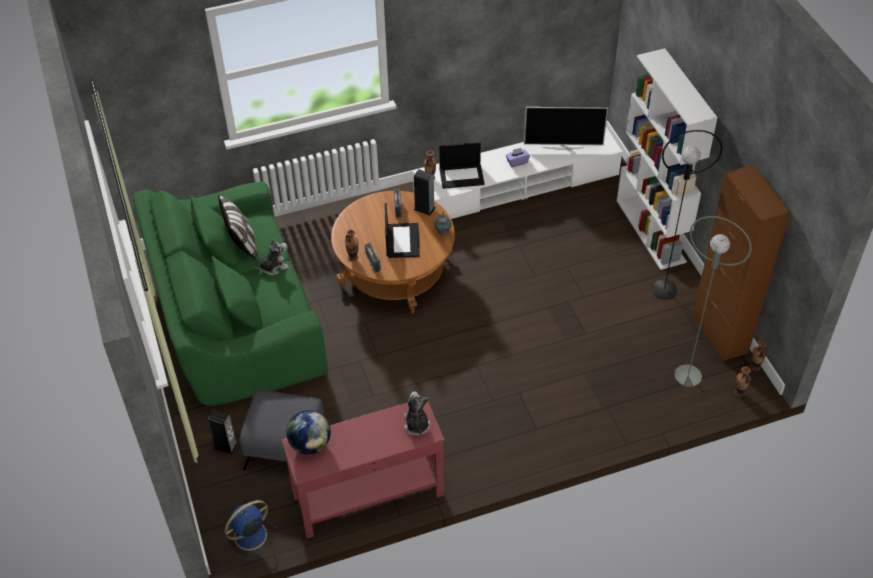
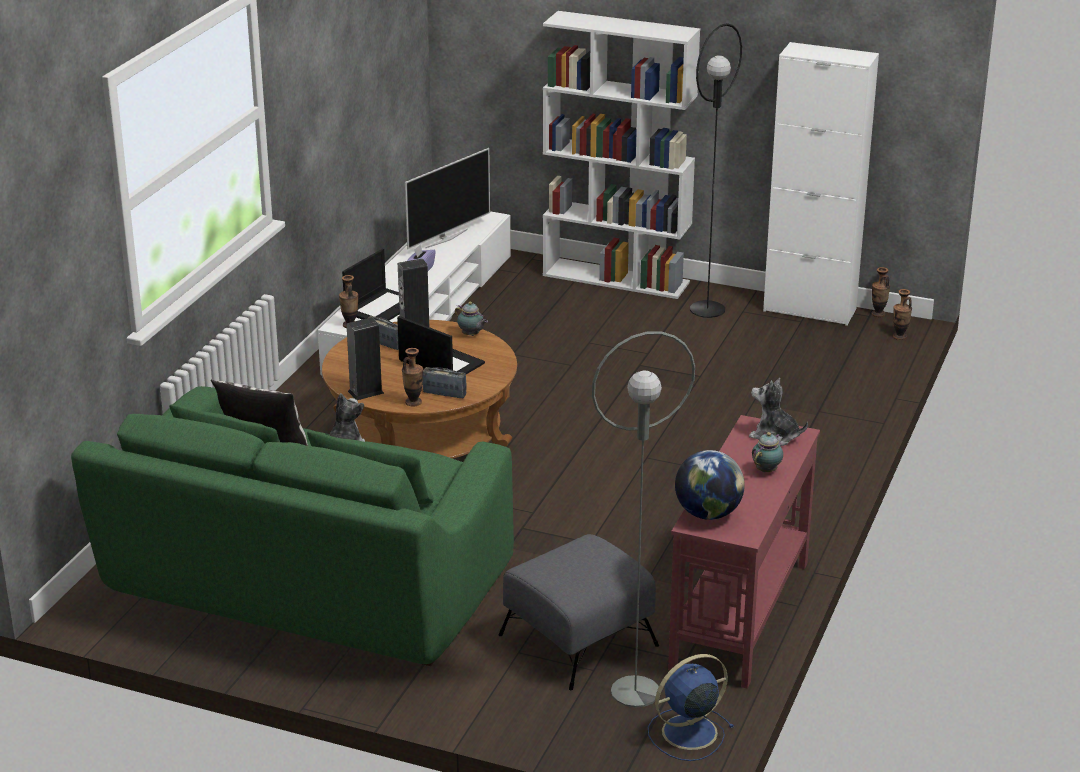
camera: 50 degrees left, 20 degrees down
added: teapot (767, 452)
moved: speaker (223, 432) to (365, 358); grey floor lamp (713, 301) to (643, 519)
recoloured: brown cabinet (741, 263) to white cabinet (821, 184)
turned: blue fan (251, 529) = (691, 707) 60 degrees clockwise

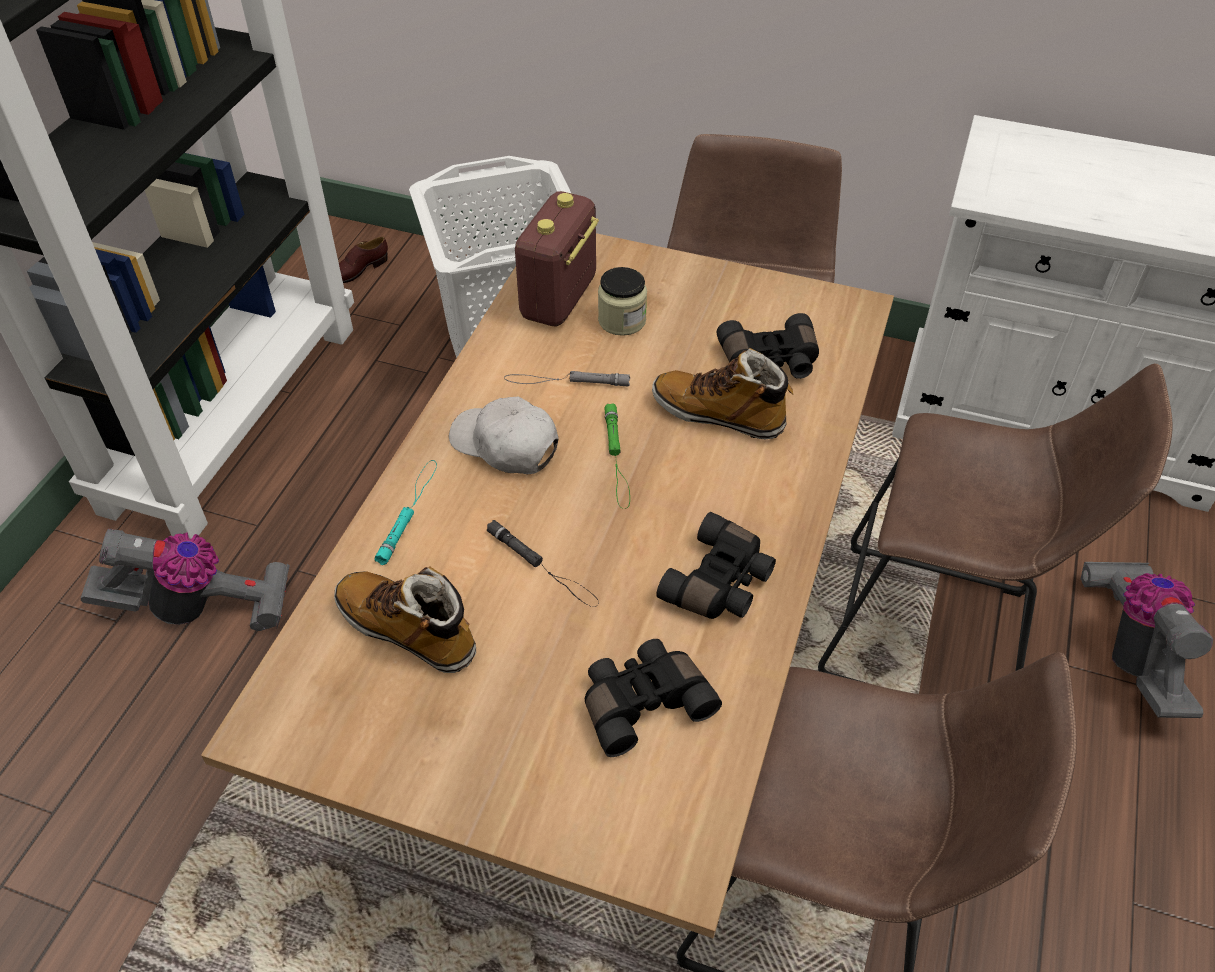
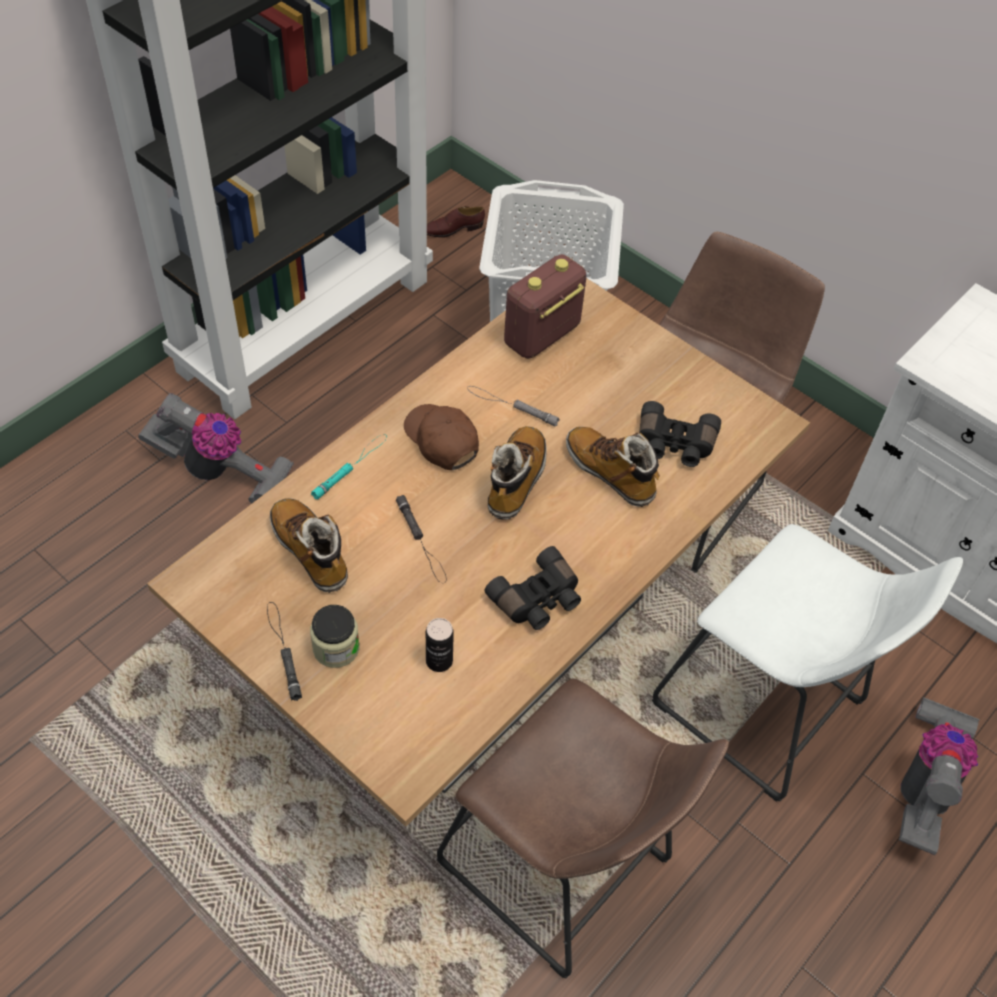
camera: 20 degrees right, 5 degrees up
added: black flashlight (284, 651)
moved: jar (622, 301) to (334, 636)
replaced: black binoculars (653, 698) to can (440, 645); green flashlight (617, 456) to boot (517, 473)
recoloured: white cap (504, 435) to brown cap (441, 437); brown stool (995, 524) to white stool (807, 663)

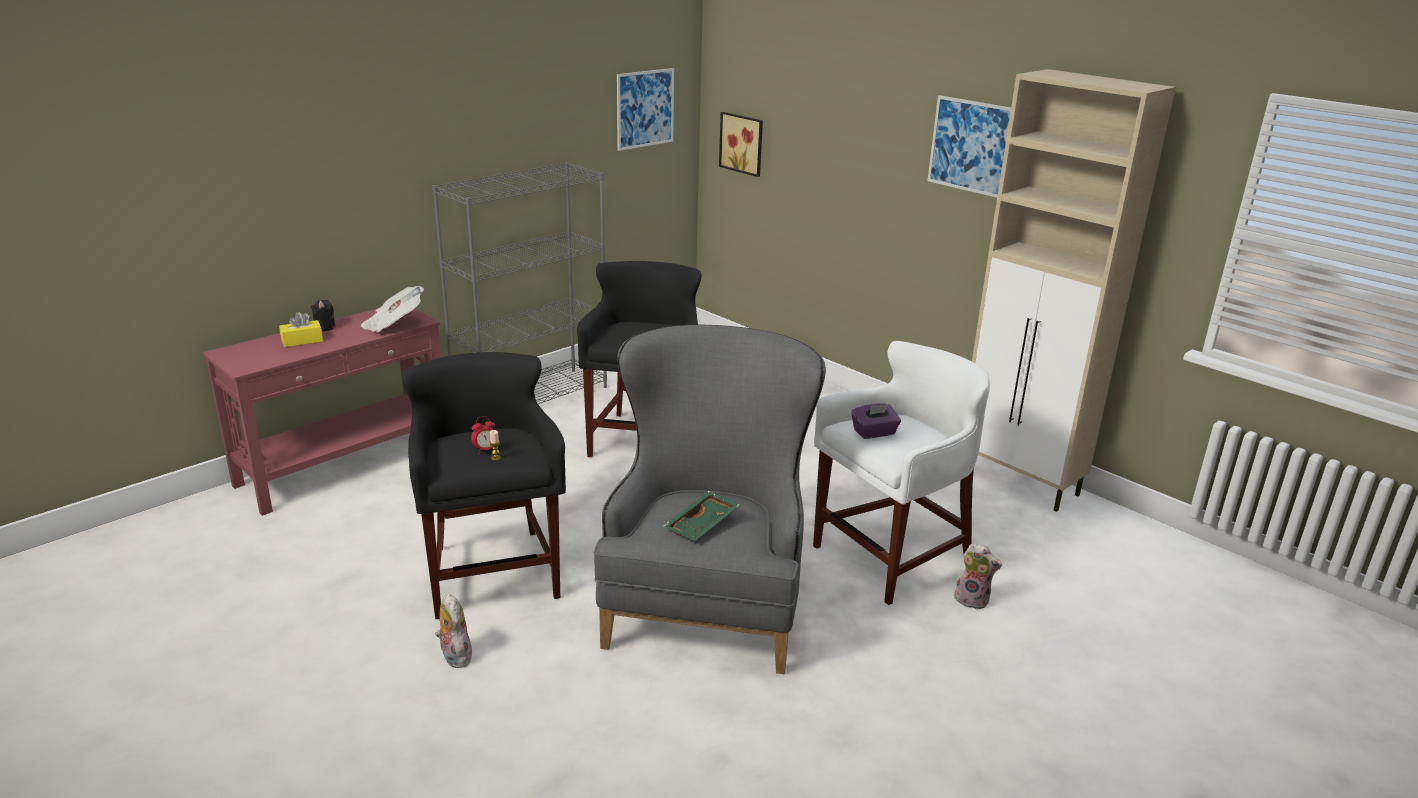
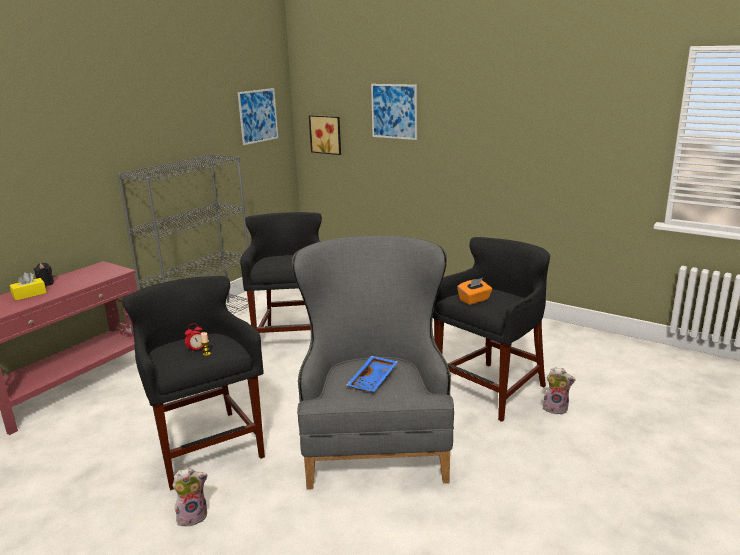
camera: 10 degrees left, 5 degrees down
removed: newspaper (392, 309); beige cabinet (1074, 290)
moved: picture (969, 146) to (394, 112)
recoloured: green tray (702, 516) to blue tray (372, 374); white stool (901, 473) to black stool (491, 329); purple tissue box (876, 421) to orange tissue box (474, 291)
turned: plush toy (453, 631) = (190, 497) 105 degrees clockwise

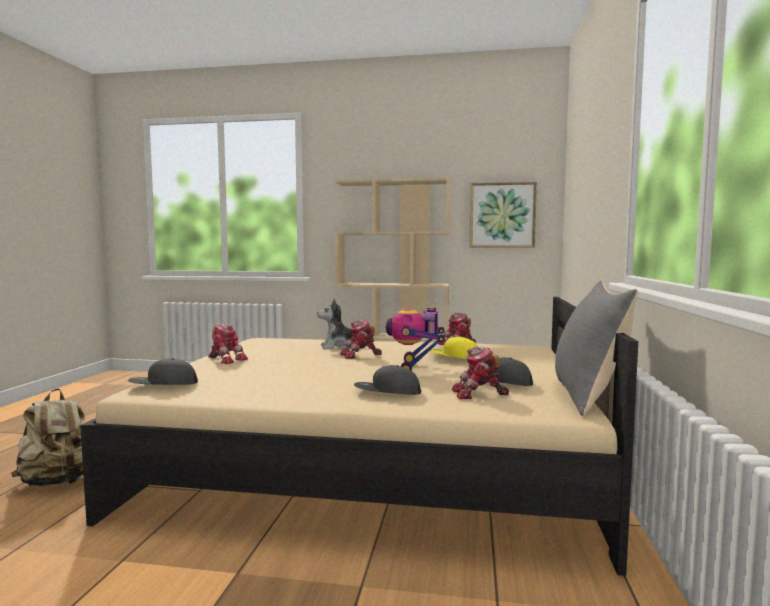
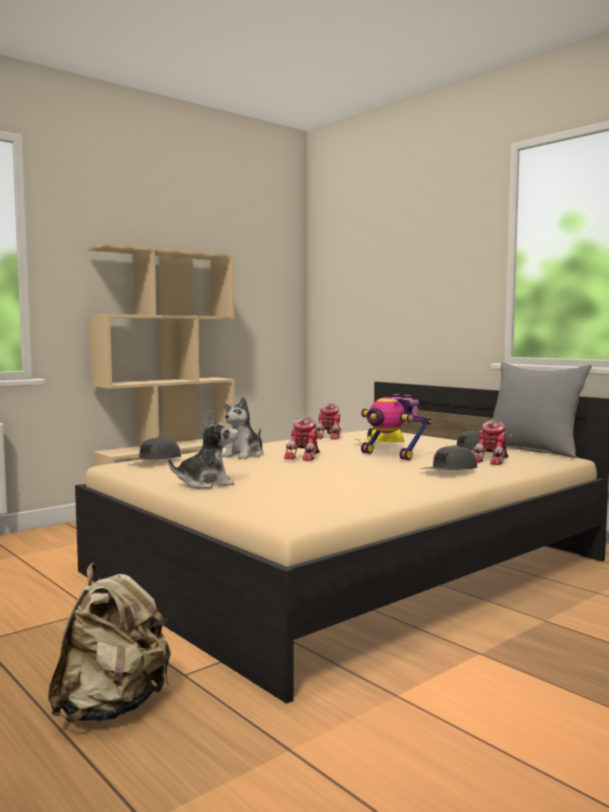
camera: 50 degrees left, 0 degrees up
removed: picture (503, 215)
moved: grey cap (163, 371) to (155, 448)
replaced: toy robot (228, 343) to plush toy (203, 450)

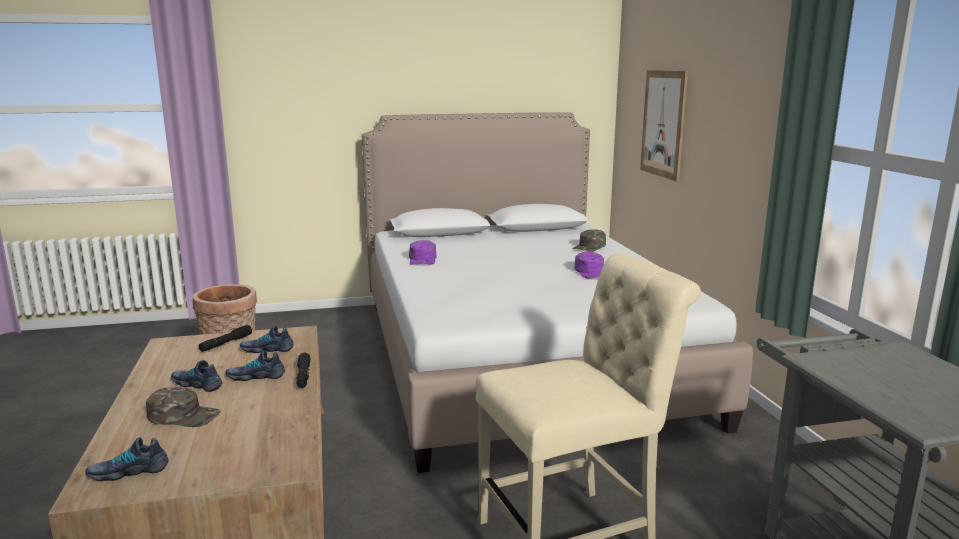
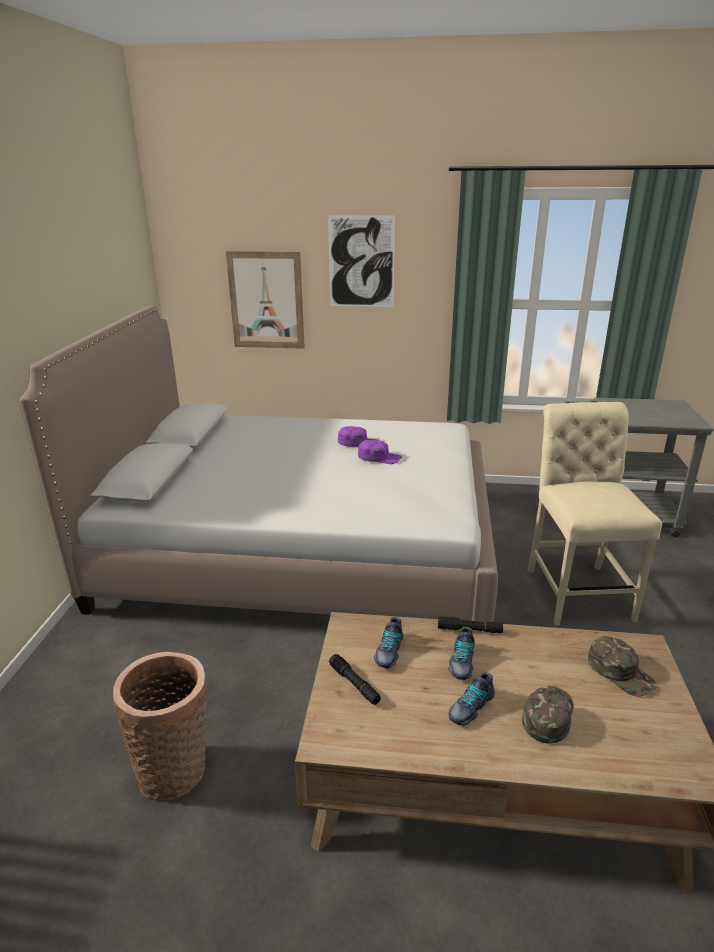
camera: 70 degrees left, 10 degrees up
removed: shoe (127, 459)
added: picture (361, 261)
moved: purple cap (423, 252) to (380, 452); green cap (589, 240) to (622, 666)

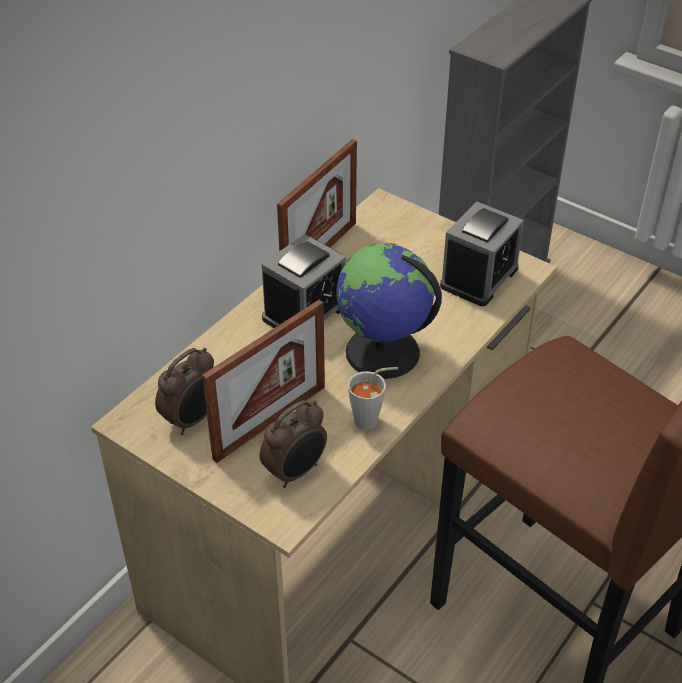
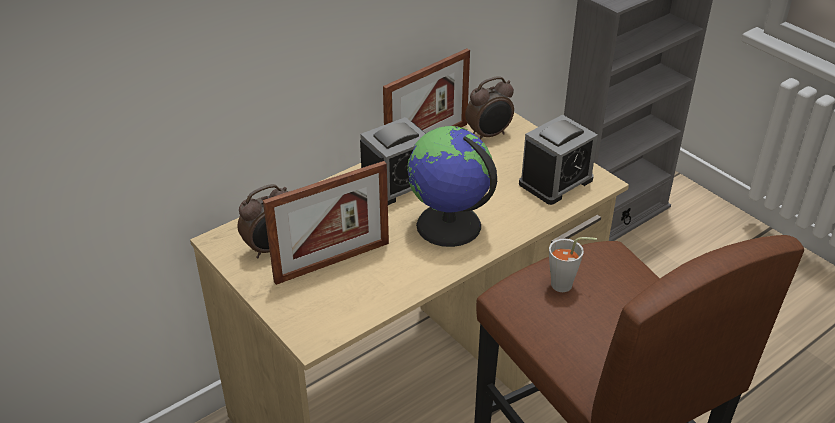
camera: 15 degrees right, 5 degrees down
moved: alarm clock (293, 444) to (489, 107); grey cup (373, 398) to (573, 264)

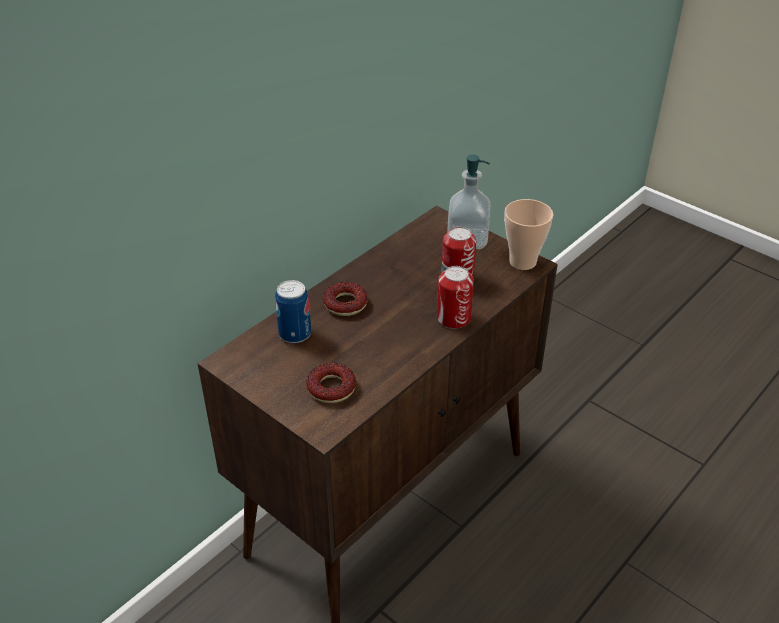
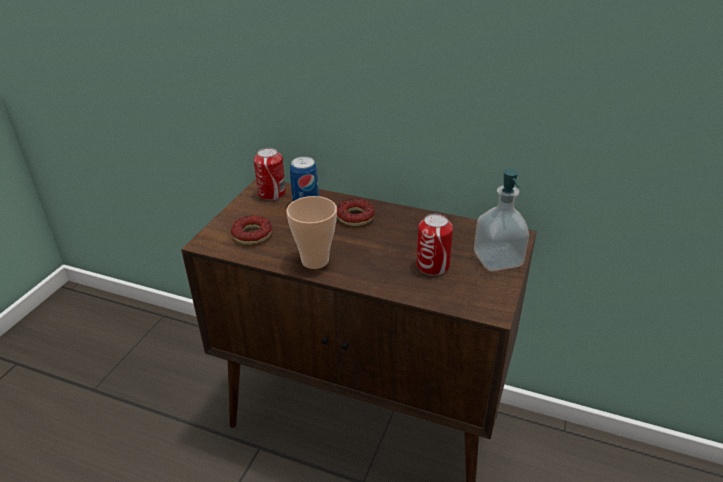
camera: 70 degrees right, 5 degrees down
moved: can (455, 297) to (270, 174); cup (528, 234) to (311, 232)

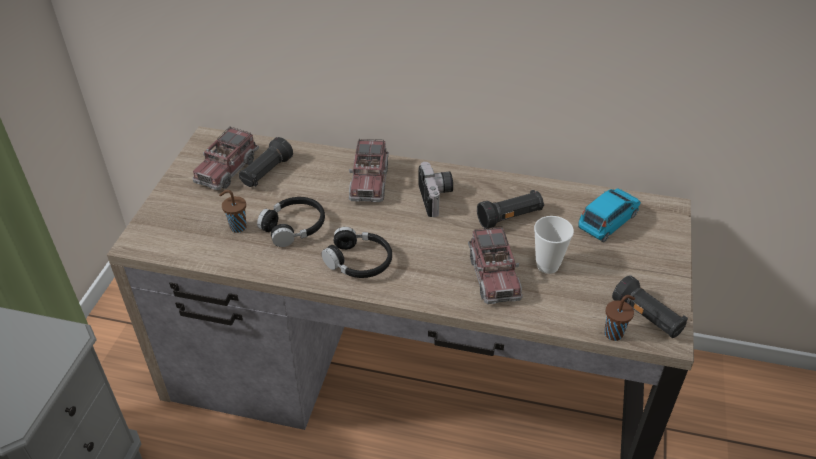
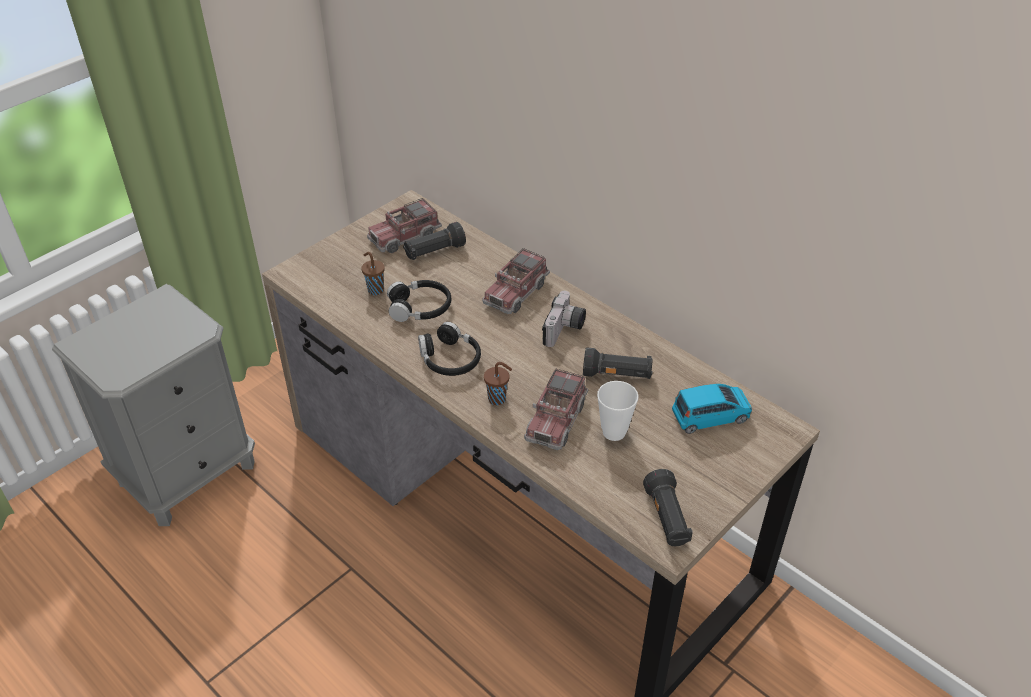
camera: 30 degrees right, 0 degrees up
moved: brown cup (619, 318) to (498, 383)

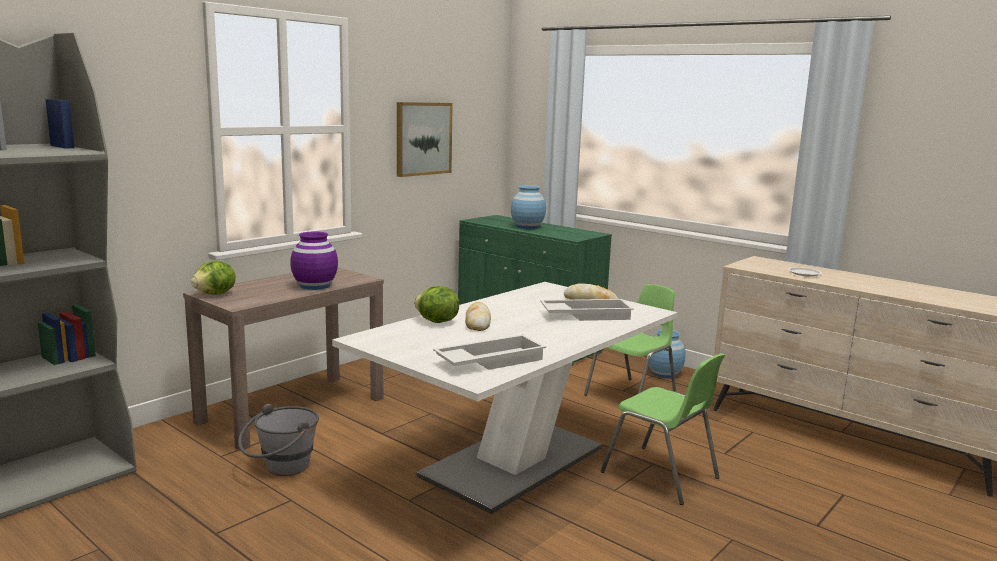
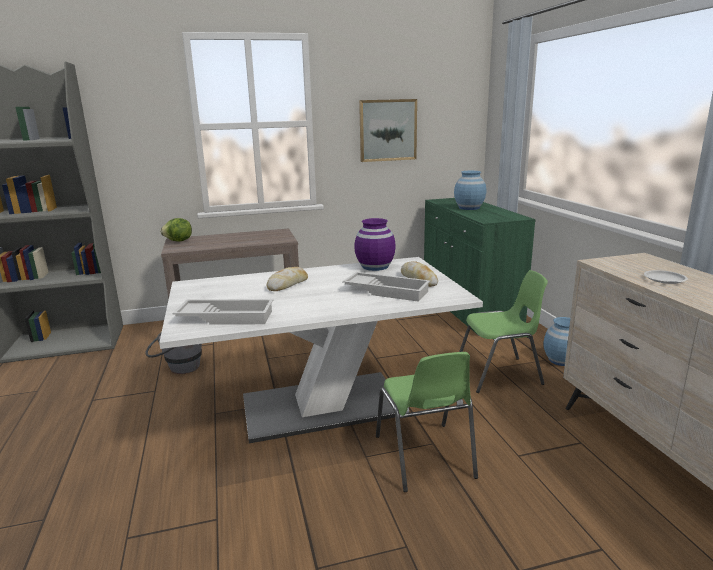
camera: 35 degrees right, 5 degrees up
removed: lettuce (436, 304)
moved: purple vase (314, 261) to (374, 244)

